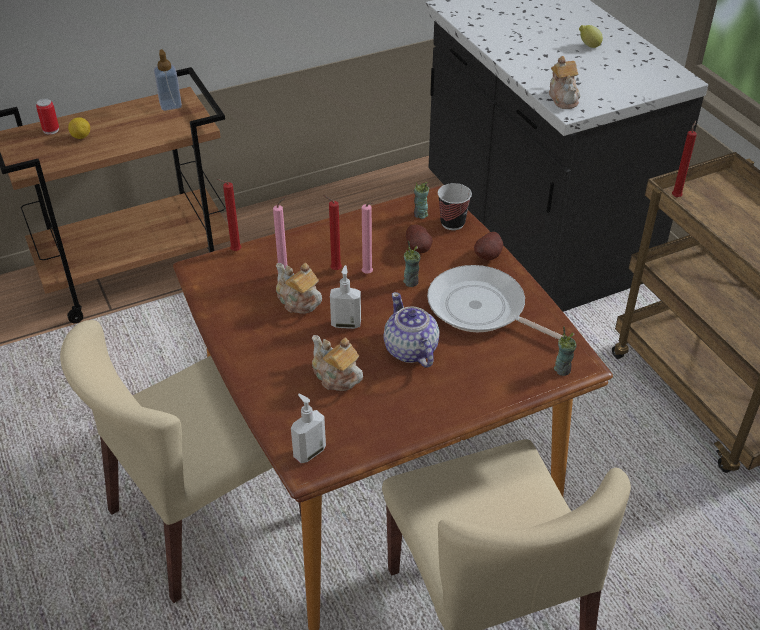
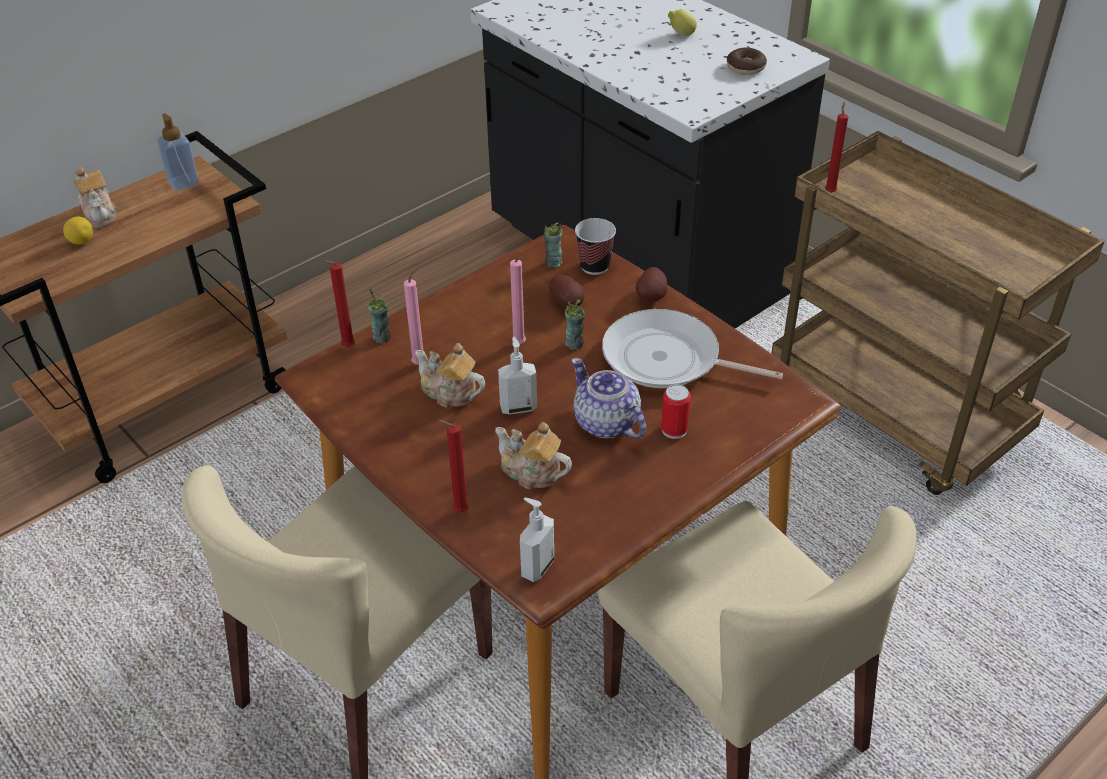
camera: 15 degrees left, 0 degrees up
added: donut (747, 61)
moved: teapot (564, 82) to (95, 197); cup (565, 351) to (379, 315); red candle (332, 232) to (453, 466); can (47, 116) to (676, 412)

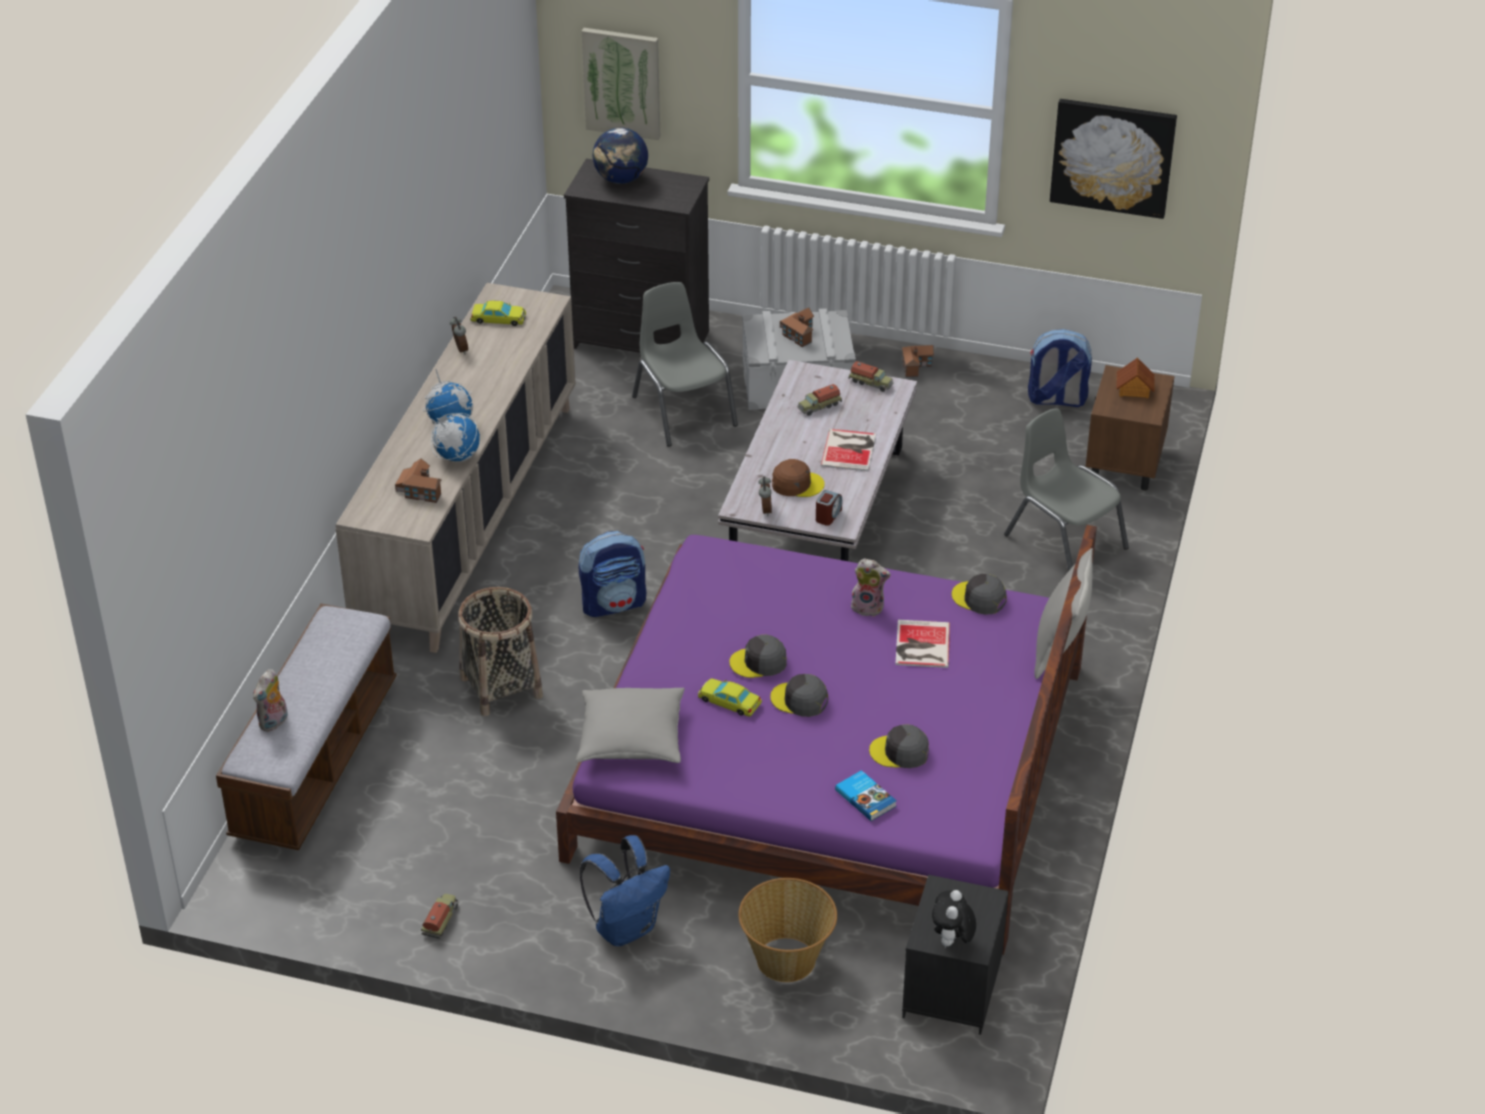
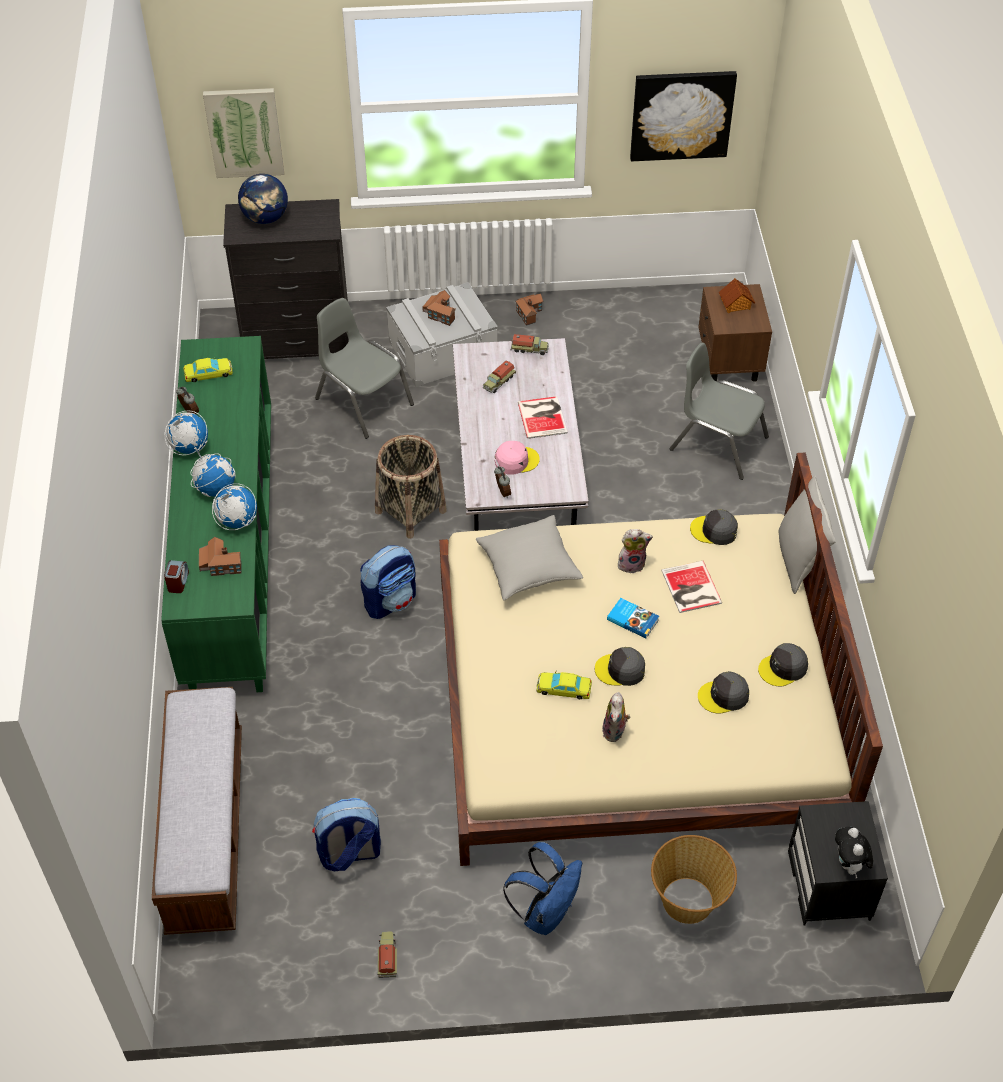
camera: 20 degrees left, 10 degrees up
added: globe (186, 433)
moved: alarm clock (829, 508) to (176, 576); backpack (1060, 368) to (346, 834); basket (500, 651) to (411, 487); grey pillow (630, 725) to (529, 558); plush toy (270, 700) to (616, 717); book (866, 795) to (633, 618); grey cap (758, 656) to (783, 664)
recoloured: beige cabinet (456, 468) to green cabinet (216, 514); purple bed (826, 740) to beige bed (661, 659); brown cap (798, 478) to pink cap (517, 458)

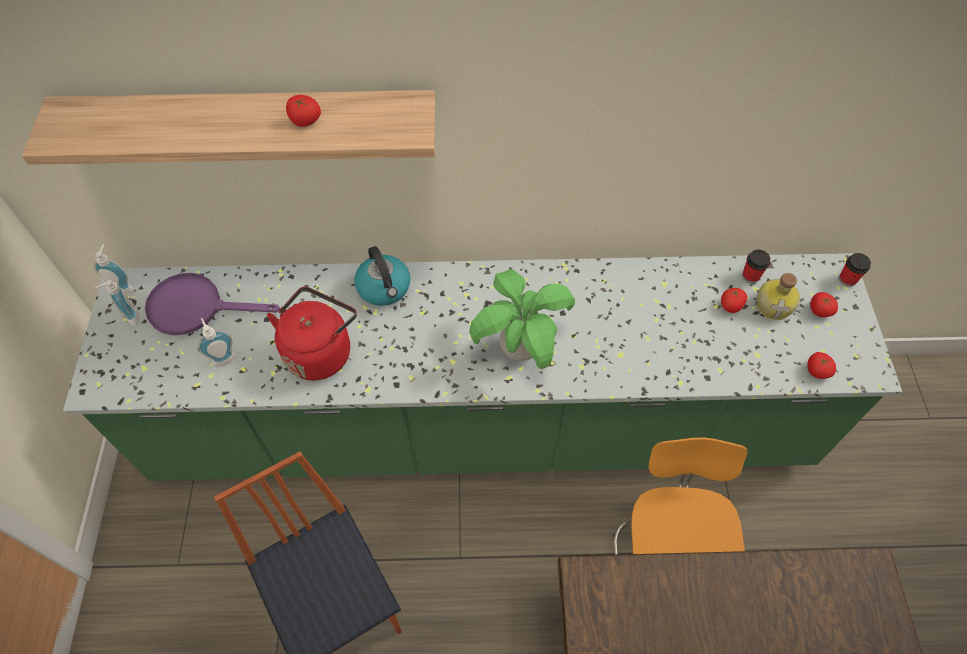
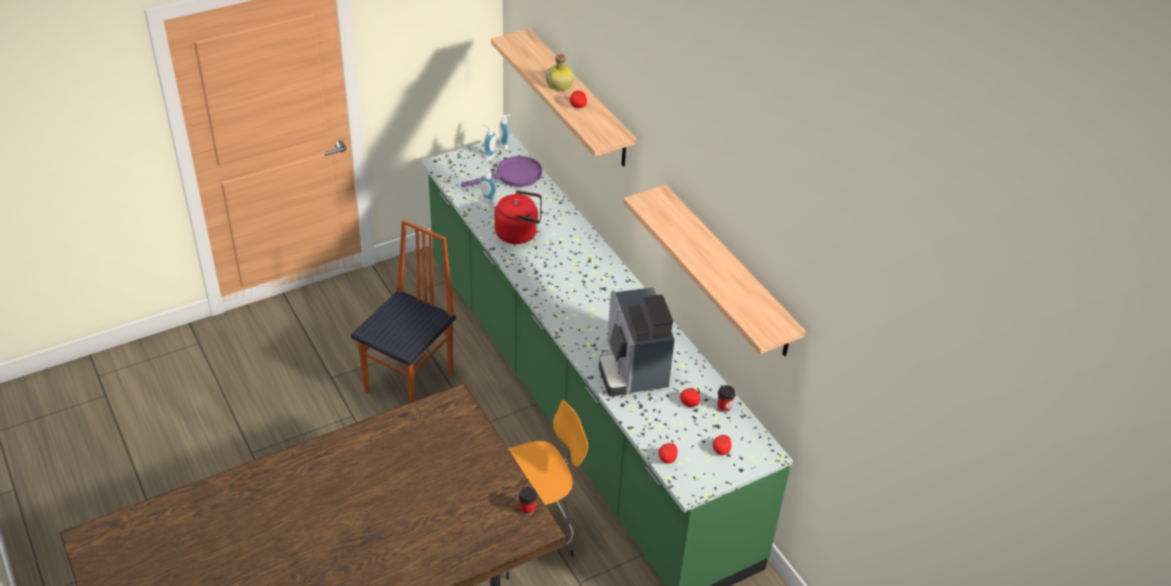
camera: 60 degrees right, 15 degrees down
removed: kettle (382, 276); potted plant (522, 319)
added: coffee machine (637, 341); shelf (714, 270)
moved: cup (855, 270) to (528, 501); bottle (778, 296) to (560, 72)
turned: purple frying pan (212, 304) = (501, 171) 90 degrees clockwise

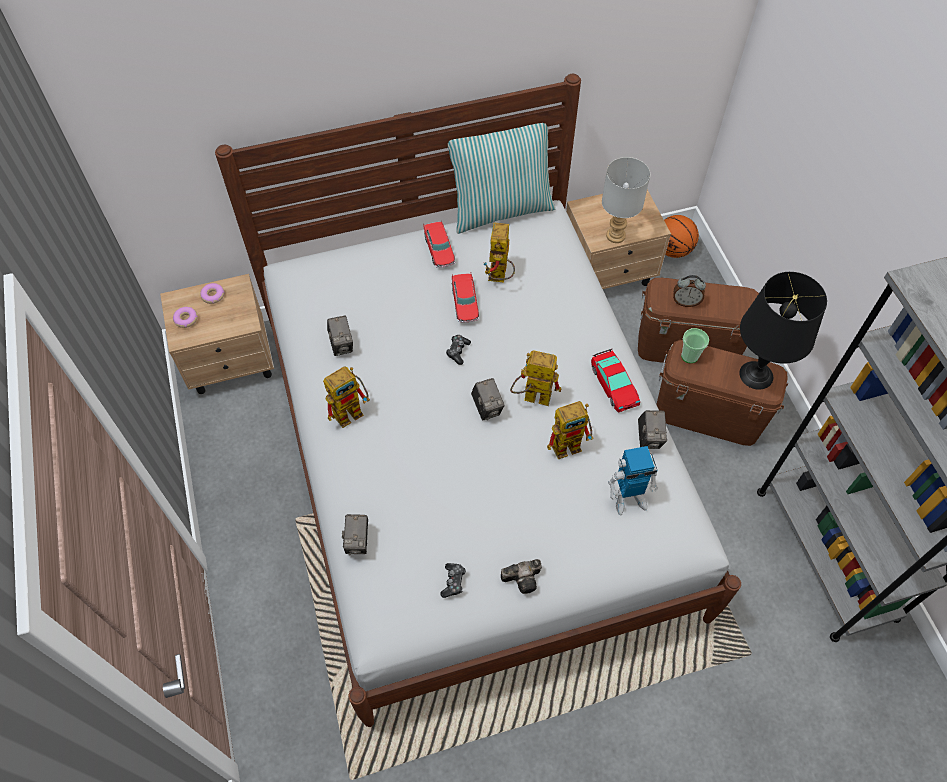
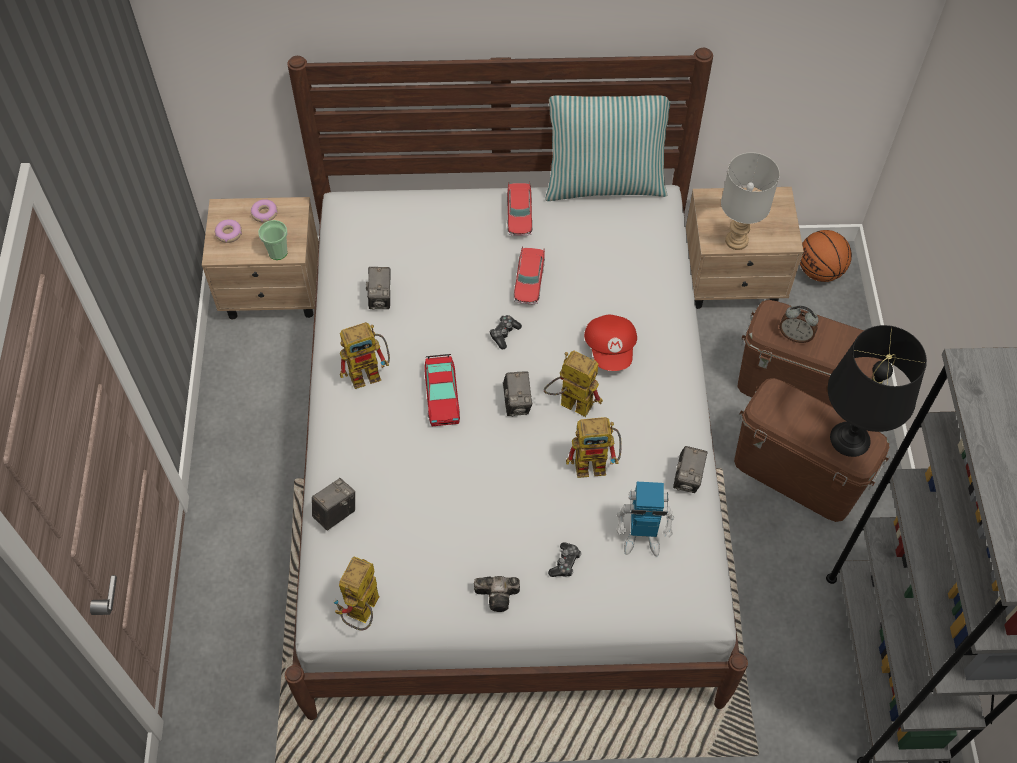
camera: 15 degrees right, 0 degrees up
added: red cap (610, 343)
moved: cup (695, 345) to (273, 240); toy robot (499, 252) to (357, 593); toy car (615, 381) to (442, 390); game controller (453, 580) to (564, 559)
turned: photo camera (355, 534) = (333, 504) 150 degrees counterclockwise

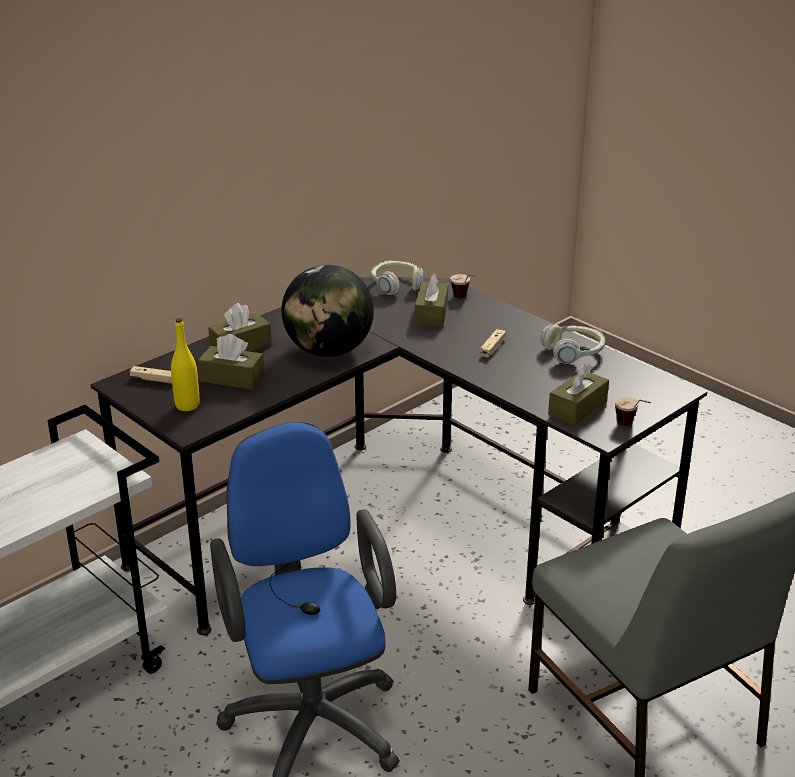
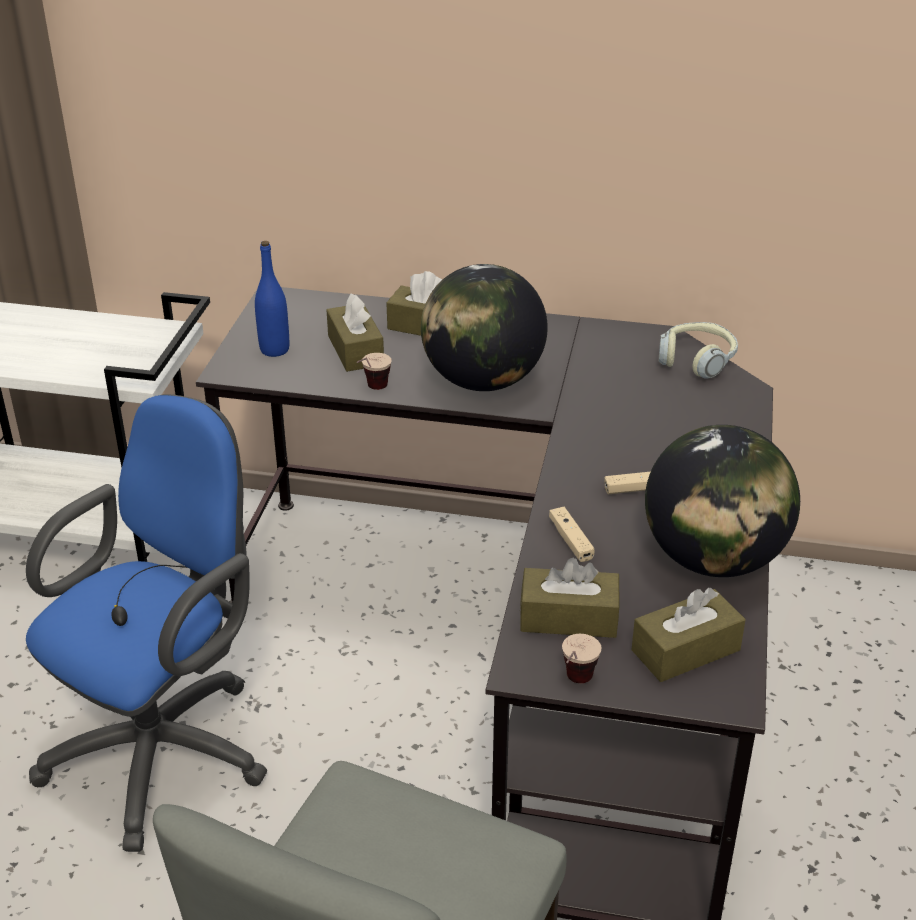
camera: 55 degrees right, 5 degrees up
moved: cup (463, 286) to (374, 371); beige game controller (151, 375) to (572, 534); brown tissue box (431, 300) to (689, 635)
replaced: headphones (572, 344) to globe (722, 501)
recoloured: yellow bottle (185, 364) to blue bottle (272, 299)

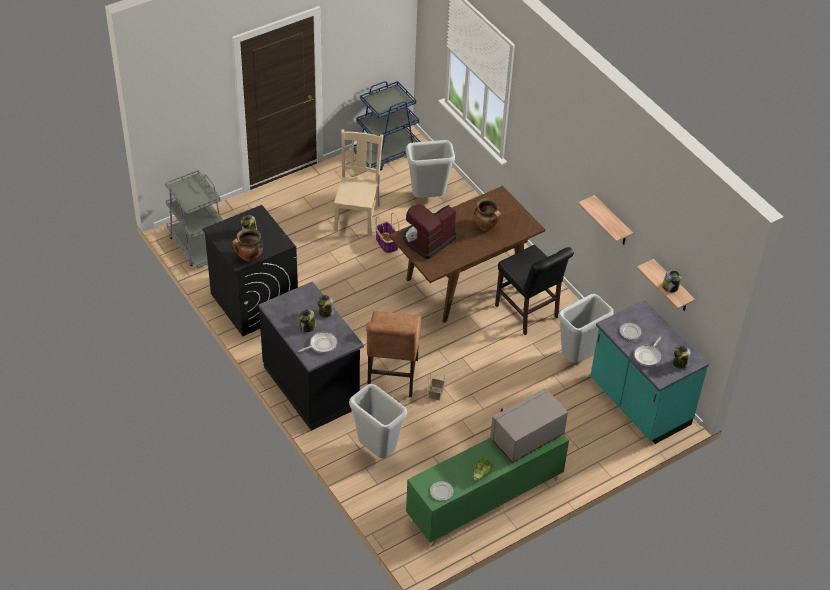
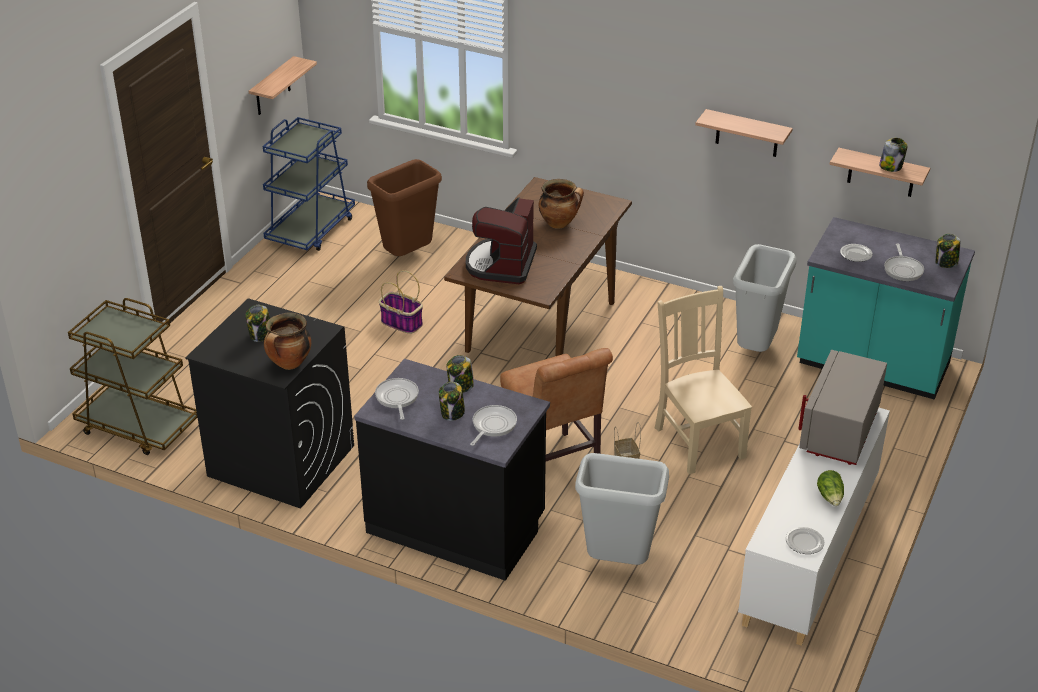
camera: 30 degrees left, 10 degrees down
removed: black chair (534, 290)
added: shelf (283, 85); frying pan (397, 399)
moved: beige chair (358, 182) to (703, 380)
recoloured: grey cart (194, 219) to brown cart (132, 376); grey trash can (430, 169) to brown trash can (404, 207); green cabinet (487, 490) to white cabinet (814, 527)

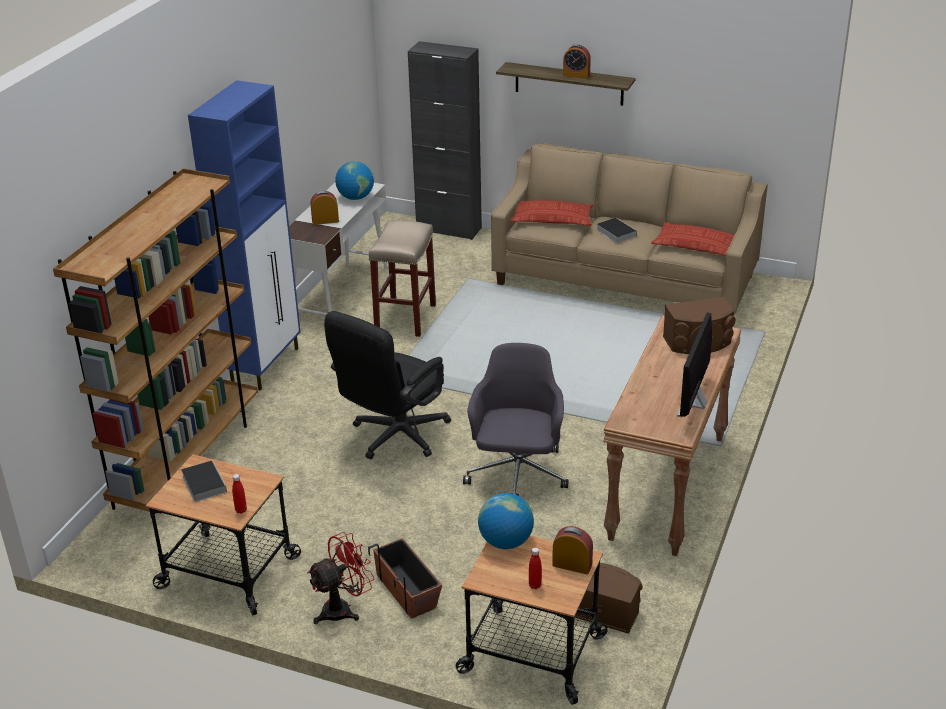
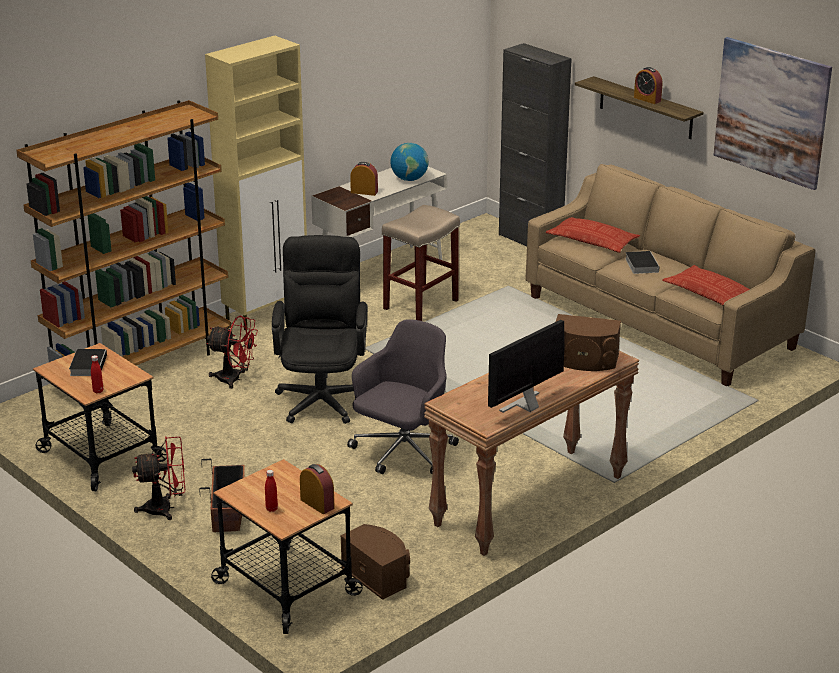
camera: 25 degrees right, 5 degrees down
removed: globe (506, 521)
added: red fan (232, 352); picture (773, 113)
recoloured: blue cabinet (244, 235) to beige cabinet (256, 183)
turned: black office chair (387, 385) = (319, 329) 120 degrees clockwise

